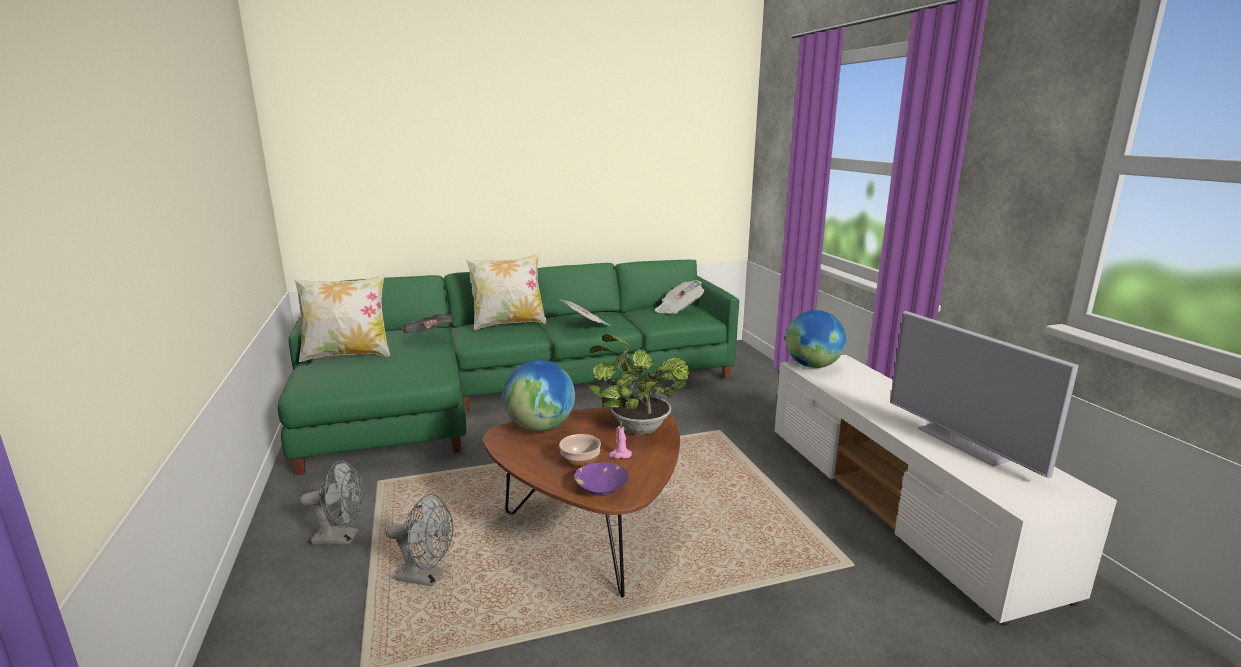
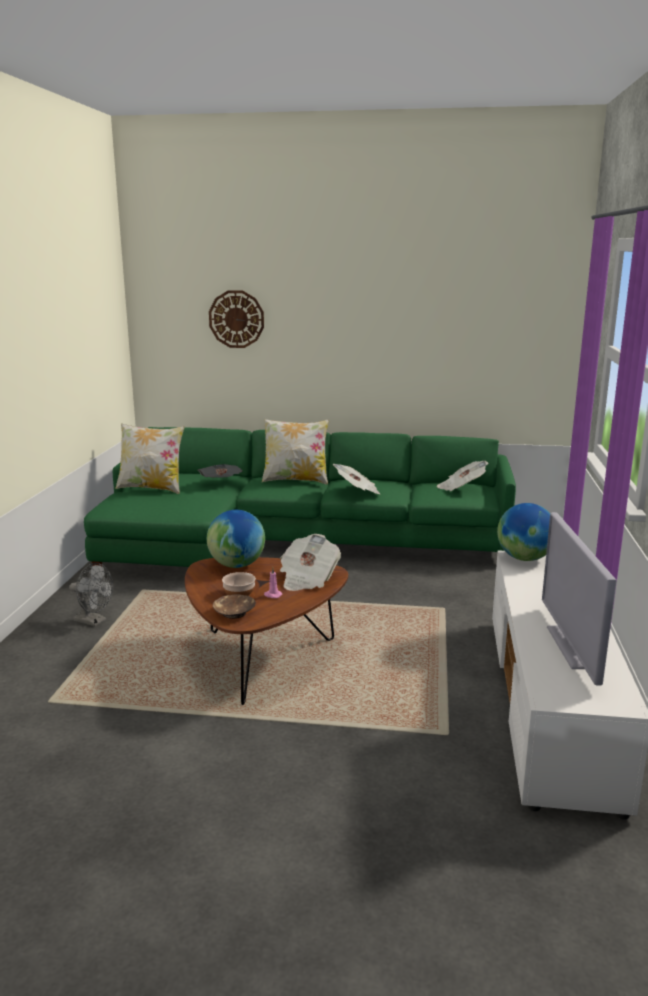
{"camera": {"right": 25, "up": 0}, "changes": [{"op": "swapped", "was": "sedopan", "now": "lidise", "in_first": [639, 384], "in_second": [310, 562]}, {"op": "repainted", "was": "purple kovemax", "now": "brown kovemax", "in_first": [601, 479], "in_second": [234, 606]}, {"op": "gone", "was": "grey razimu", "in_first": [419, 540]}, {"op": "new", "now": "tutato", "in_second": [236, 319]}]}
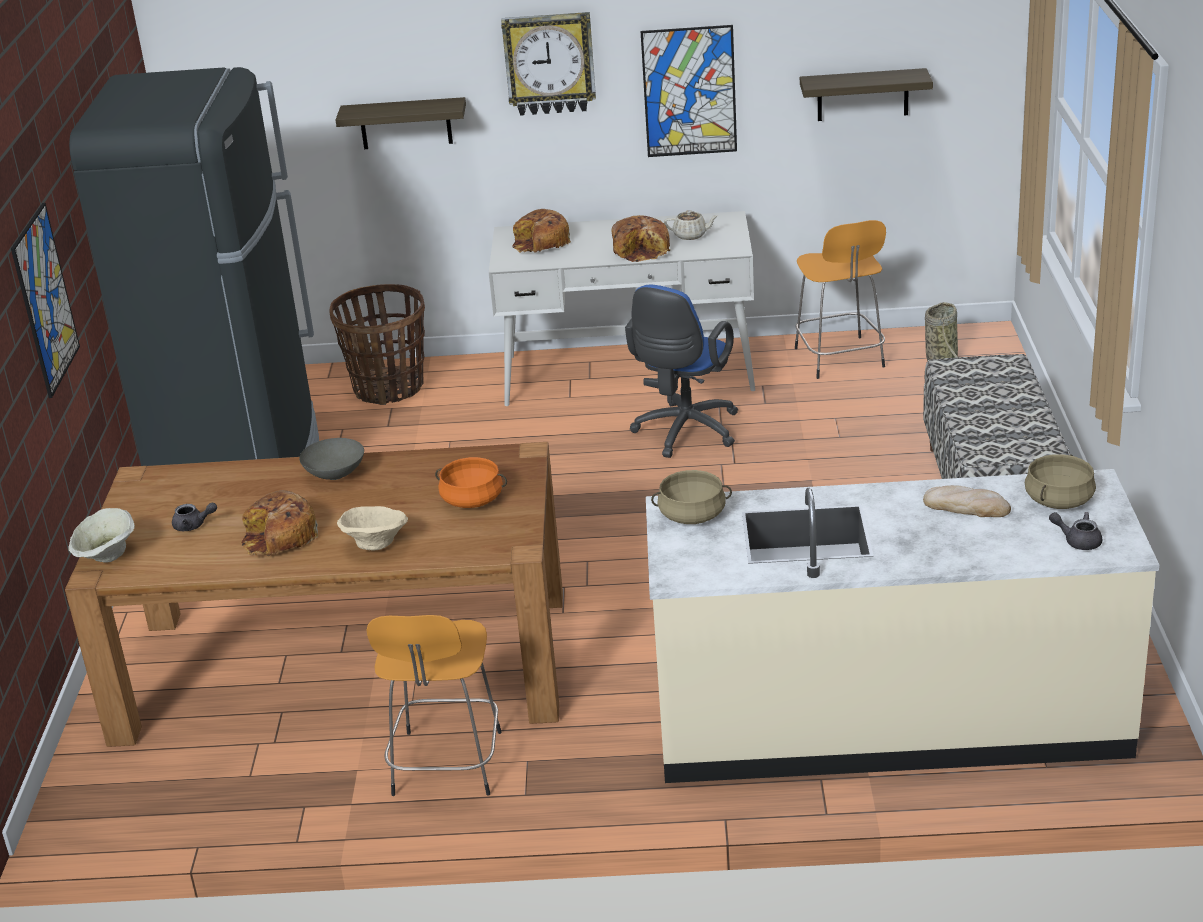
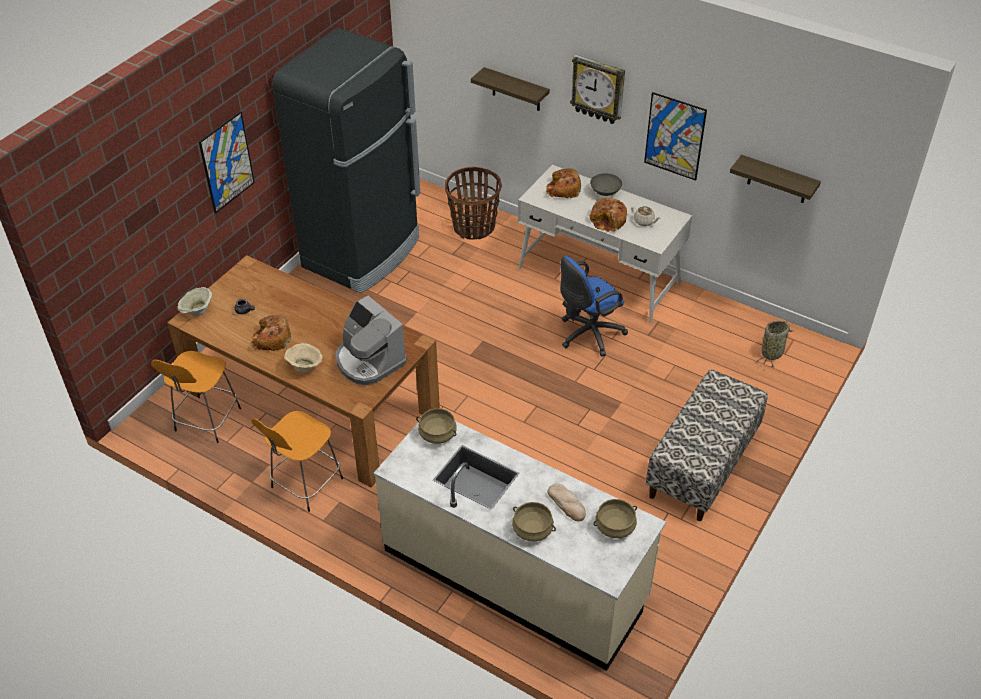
{"camera": {"right": 30, "up": 15}, "changes": [{"op": "shifted", "was": "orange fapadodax", "in_first": [840, 299], "in_second": [196, 397]}, {"op": "shifted", "was": "grey kovemax", "in_first": [331, 459], "in_second": [606, 184]}, {"op": "swapped", "was": "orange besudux", "now": "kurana", "in_first": [471, 482], "in_second": [371, 340]}, {"op": "gone", "was": "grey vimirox", "in_first": [1075, 531]}, {"op": "new", "now": "beige besudux", "in_second": [534, 522]}]}
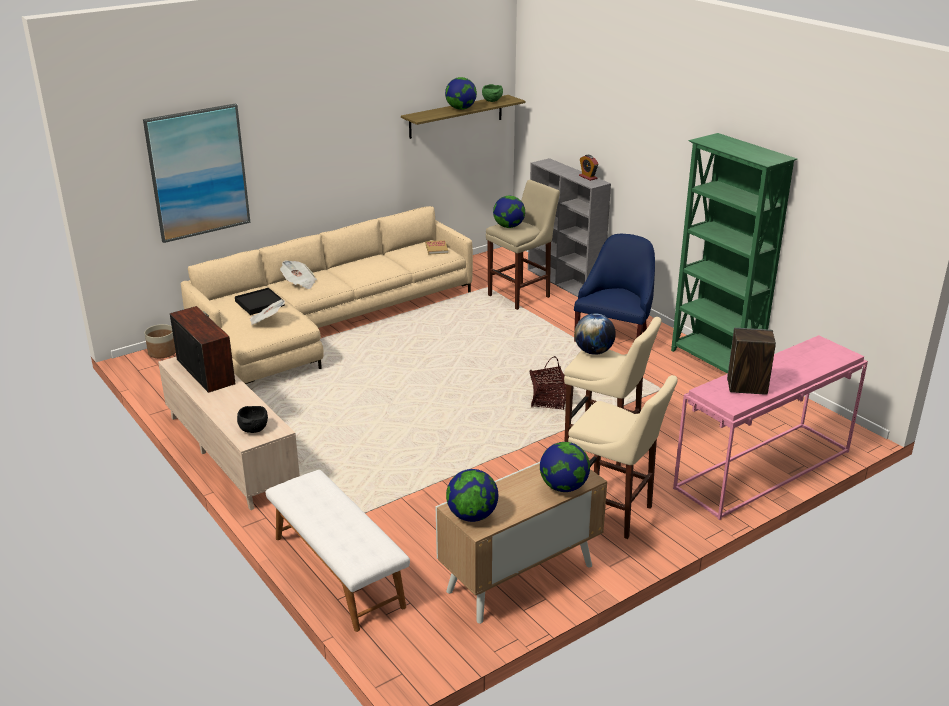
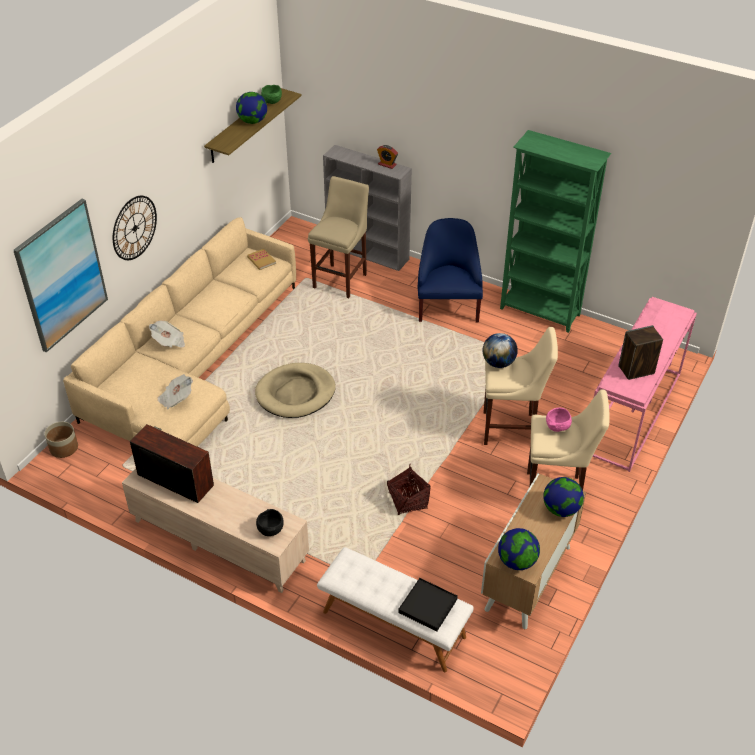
{"camera": {"right": -25, "up": 15}, "changes": [{"op": "gone", "was": "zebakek", "in_first": [509, 212]}, {"op": "shifted", "was": "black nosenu", "in_first": [260, 301], "in_second": [428, 605]}, {"op": "shifted", "was": "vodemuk", "in_first": [548, 383], "in_second": [408, 489]}, {"op": "new", "now": "tutato", "in_second": [135, 228]}, {"op": "new", "now": "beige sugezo", "in_second": [295, 390]}, {"op": "new", "now": "pink kovemax", "in_second": [559, 419]}]}
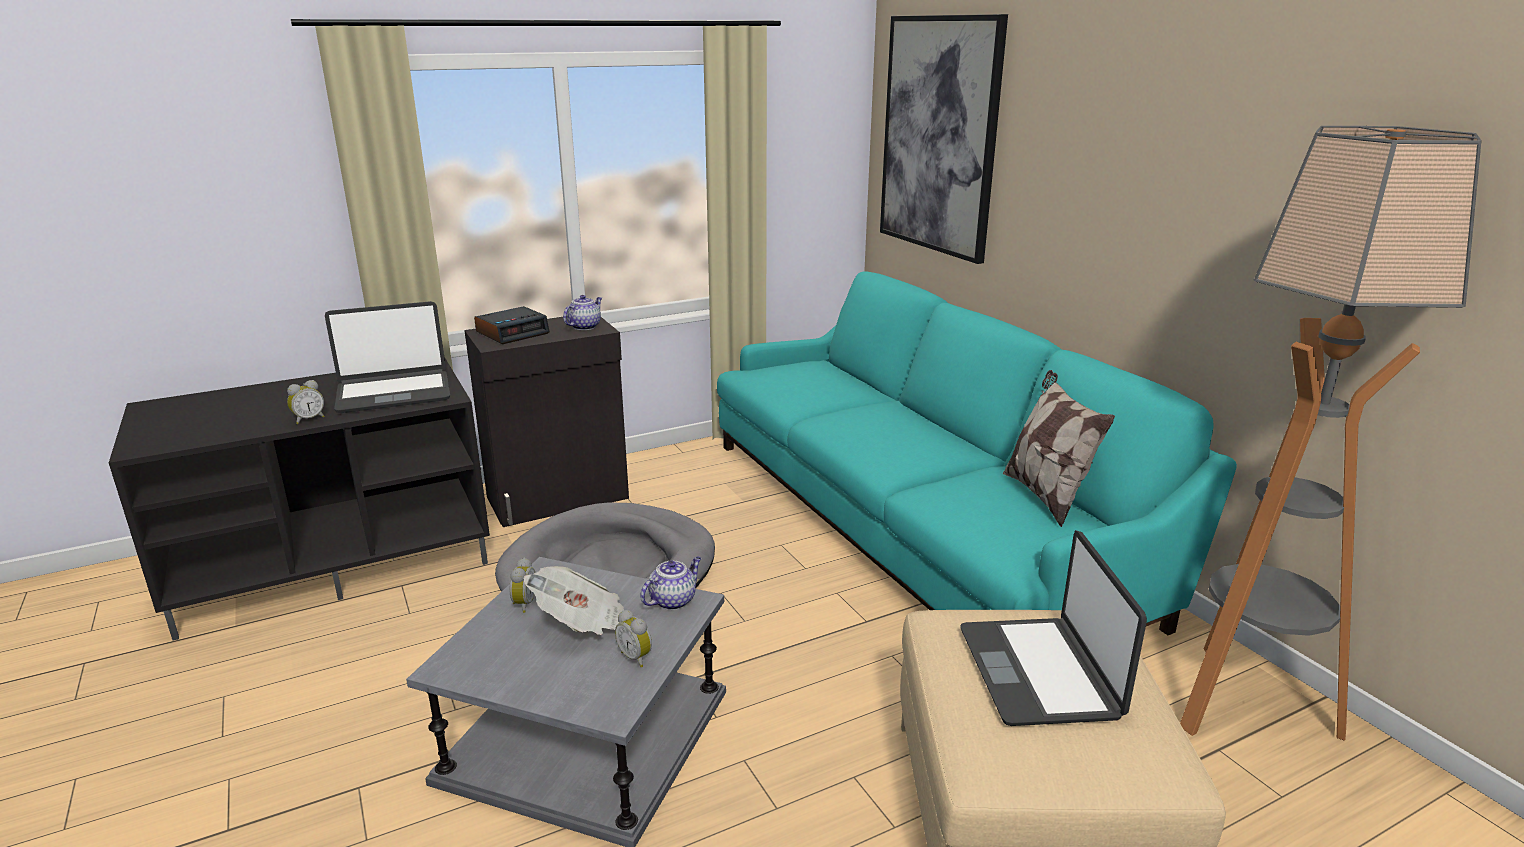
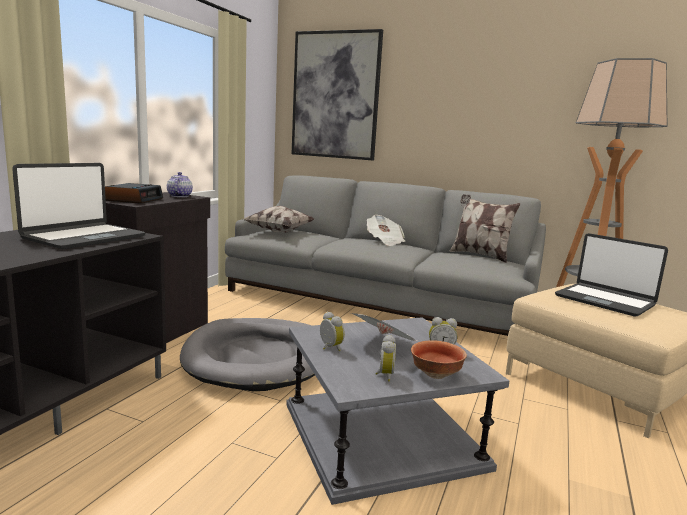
{"camera": {"right": -40, "up": -10}, "changes": [{"op": "repainted", "was": "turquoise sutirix", "now": "grey sutirix", "in_first": [977, 453], "in_second": [385, 256]}, {"op": "shifted", "was": "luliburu", "in_first": [306, 402], "in_second": [386, 358]}, {"op": "gone", "was": "vimirox", "in_first": [670, 583]}, {"op": "new", "now": "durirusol", "in_second": [278, 219]}, {"op": "new", "now": "lidise", "in_second": [386, 230]}, {"op": "new", "now": "kovemax", "in_second": [439, 359]}]}
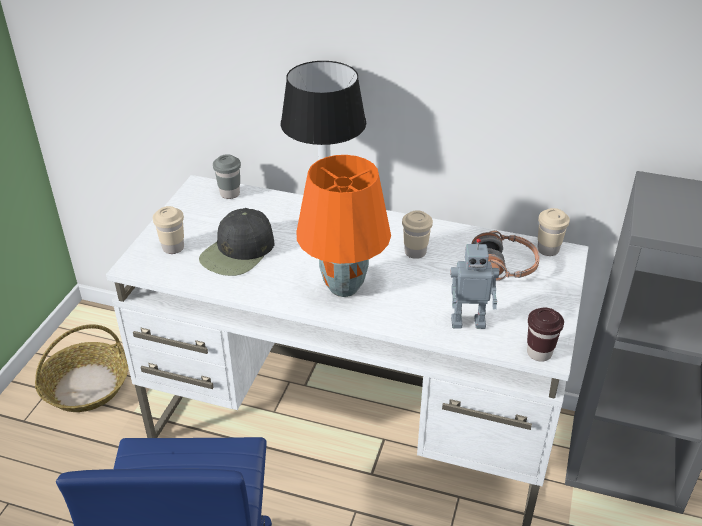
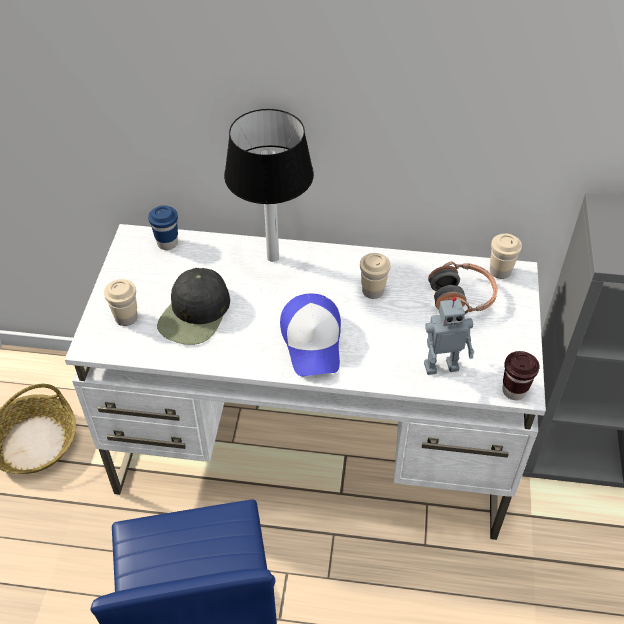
{"camera": {"right": -10, "up": 10}, "changes": [{"op": "repainted", "was": "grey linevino", "now": "blue linevino", "in_first": [227, 176], "in_second": [163, 227]}, {"op": "swapped", "was": "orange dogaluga", "now": "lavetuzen", "in_first": [343, 226], "in_second": [310, 335]}]}
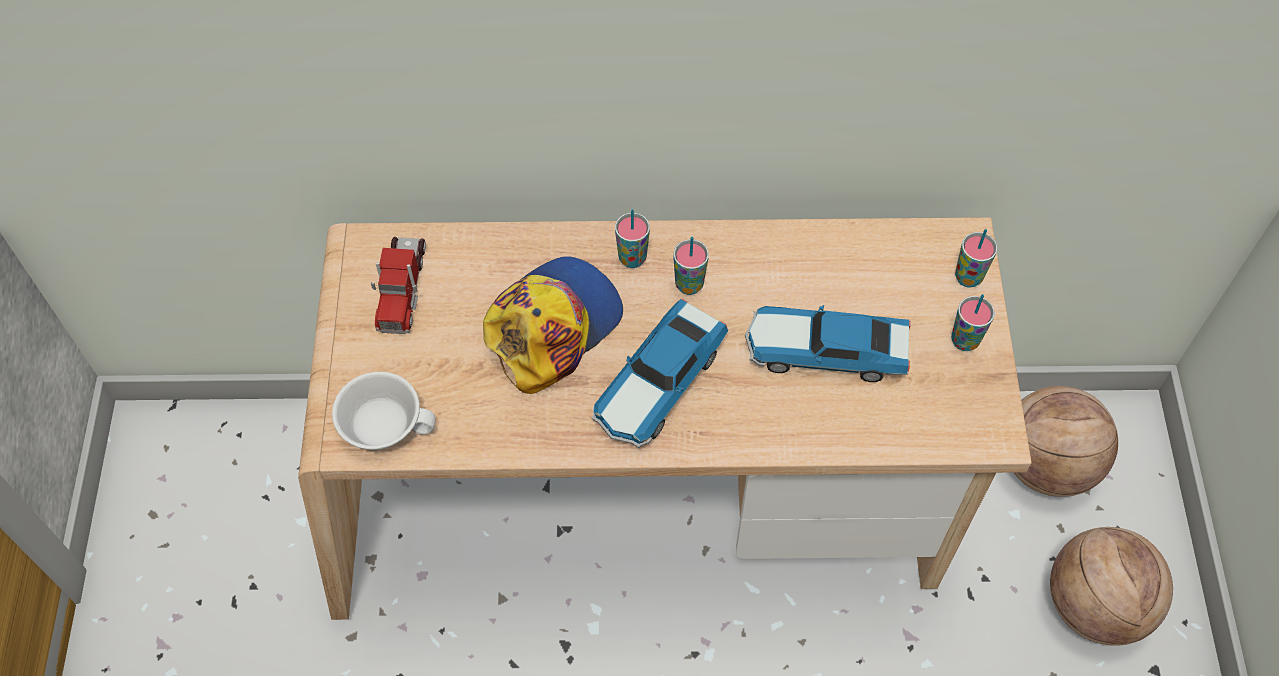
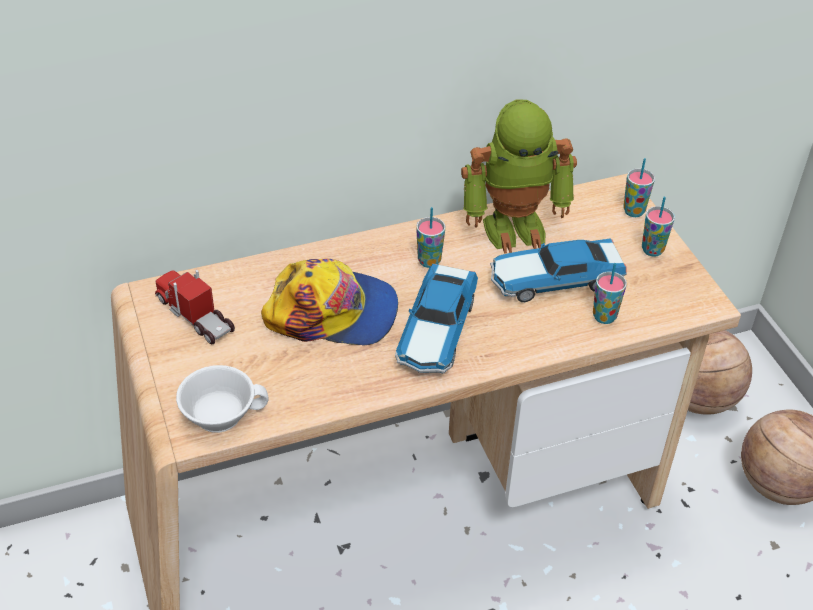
{"camera": {"right": -20, "up": -15}, "changes": [{"op": "shifted", "was": "linevino", "in_first": [632, 238], "in_second": [610, 293]}, {"op": "rotated", "was": "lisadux", "in_first": [398, 285], "in_second": [195, 307], "clockwise": 150}, {"op": "rotated", "was": "lavetuzen", "in_first": [553, 325], "in_second": [329, 302], "clockwise": 75}, {"op": "new", "now": "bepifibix", "in_second": [519, 177]}]}
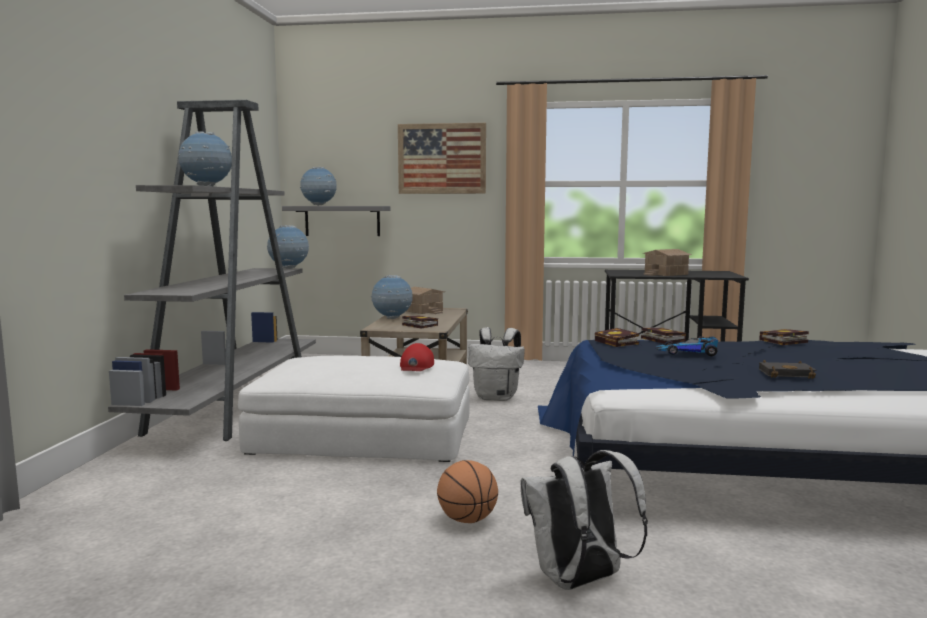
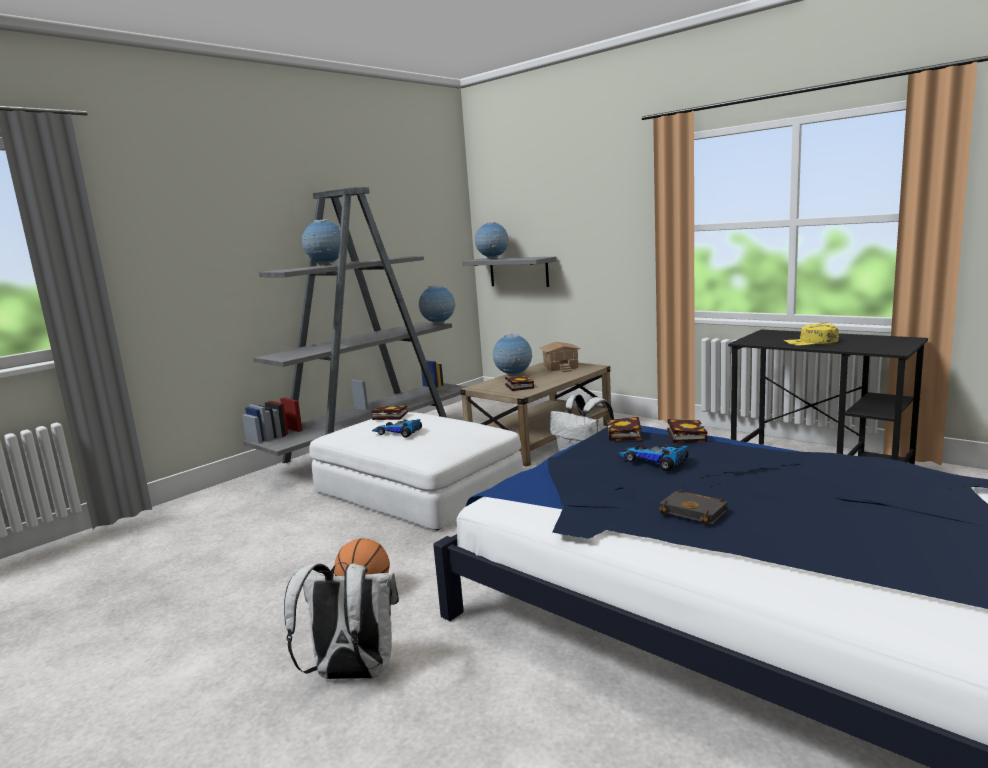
{"camera": {"right": 35, "up": 5}, "changes": [{"op": "gone", "was": "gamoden", "in_first": [442, 158]}, {"op": "swapped", "was": "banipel", "now": "yellow lavetuzen", "in_first": [666, 262], "in_second": [811, 334]}, {"op": "shifted", "was": "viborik", "in_first": [784, 337], "in_second": [389, 413]}, {"op": "gone", "was": "red lavetuzen", "in_first": [417, 357]}, {"op": "new", "now": "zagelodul", "in_second": [397, 428]}]}
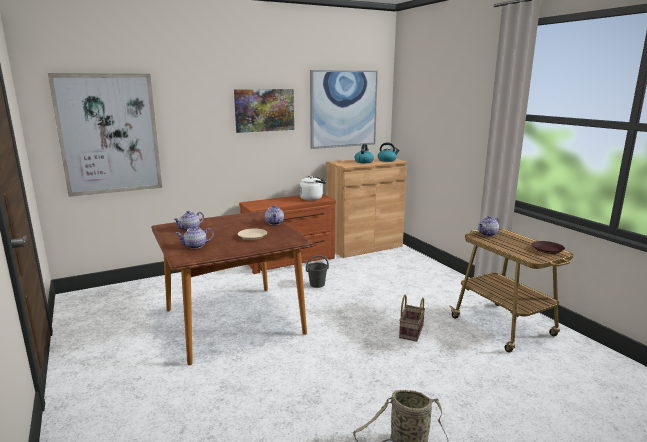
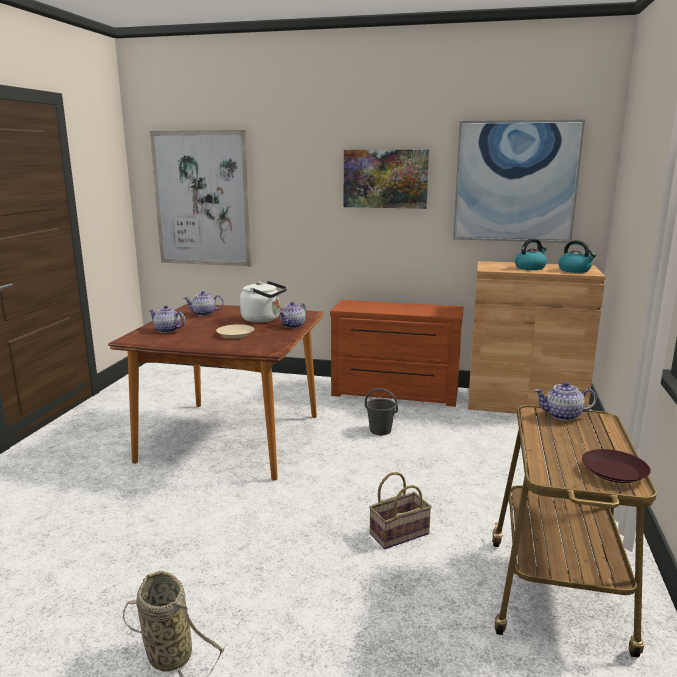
{"camera": {"right": 40, "up": 0}, "changes": [{"op": "shifted", "was": "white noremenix", "in_first": [312, 188], "in_second": [263, 302]}]}
